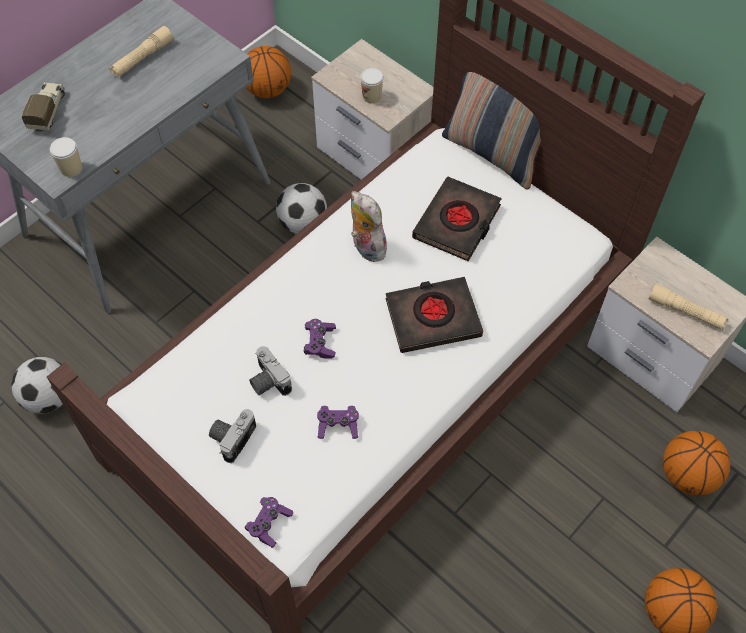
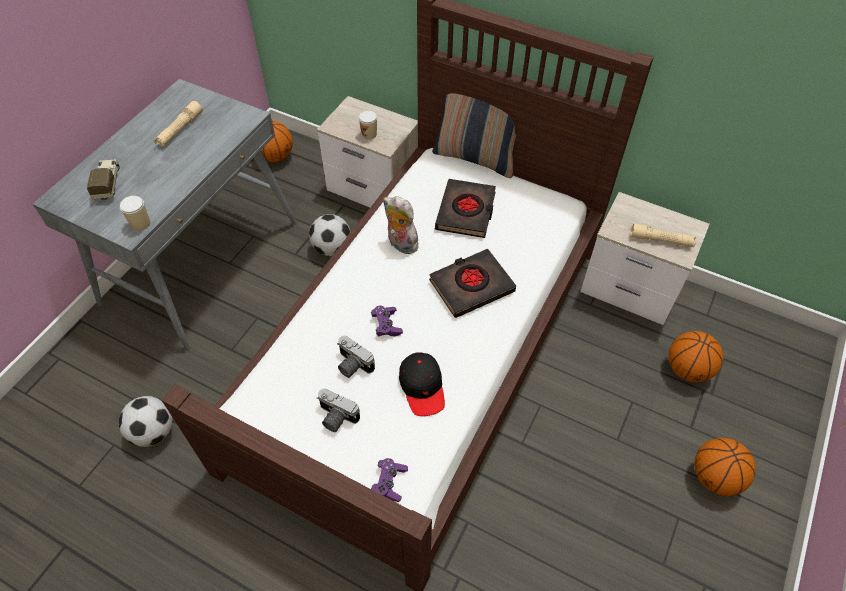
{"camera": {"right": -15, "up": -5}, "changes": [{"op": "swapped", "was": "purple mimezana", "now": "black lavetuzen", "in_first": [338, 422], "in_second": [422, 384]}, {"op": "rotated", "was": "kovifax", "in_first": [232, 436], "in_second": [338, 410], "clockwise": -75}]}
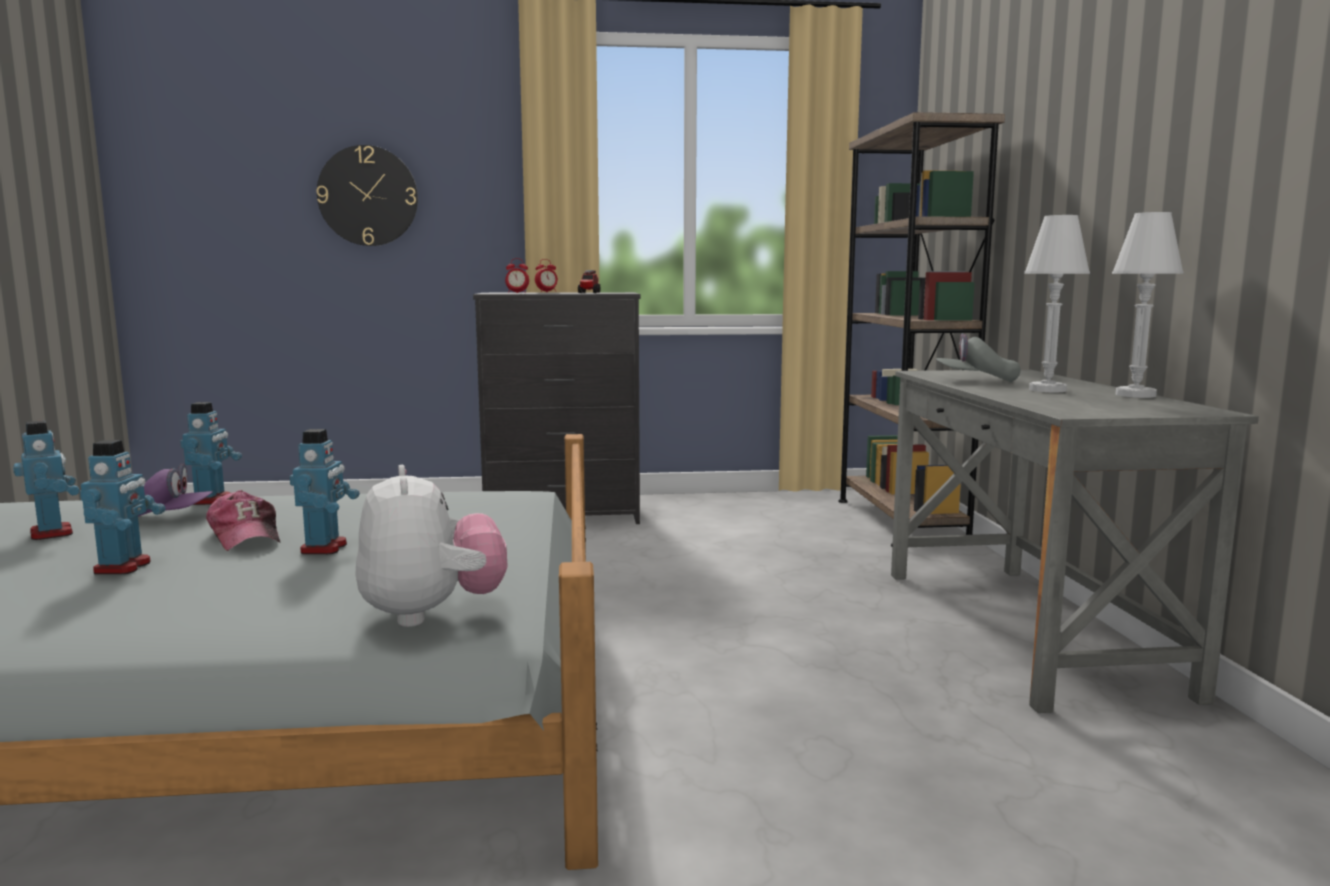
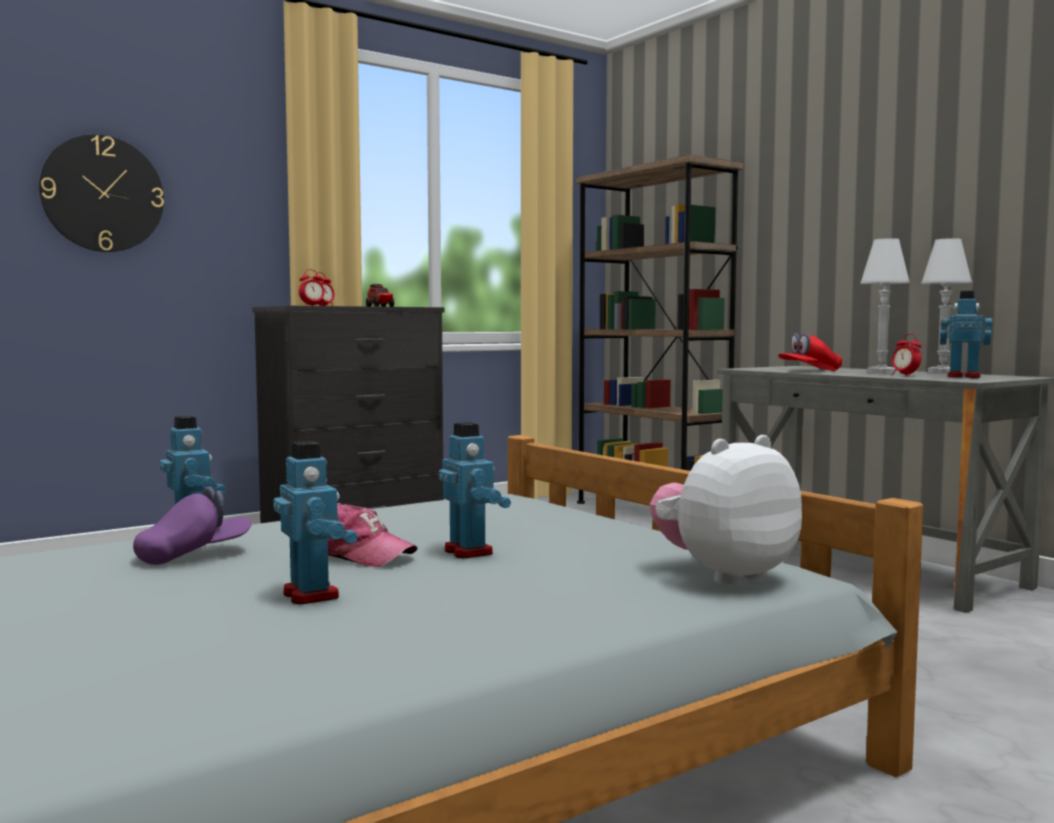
{"camera": {"right": -30, "up": -5}, "changes": [{"op": "repainted", "was": "grey lavetuzen", "now": "red lavetuzen", "in_first": [978, 357], "in_second": [810, 352]}, {"op": "shifted", "was": "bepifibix", "in_first": [46, 480], "in_second": [966, 334]}, {"op": "rotated", "was": "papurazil", "in_first": [431, 546], "in_second": [725, 510], "clockwise": -75}, {"op": "new", "now": "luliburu", "in_second": [907, 355]}]}
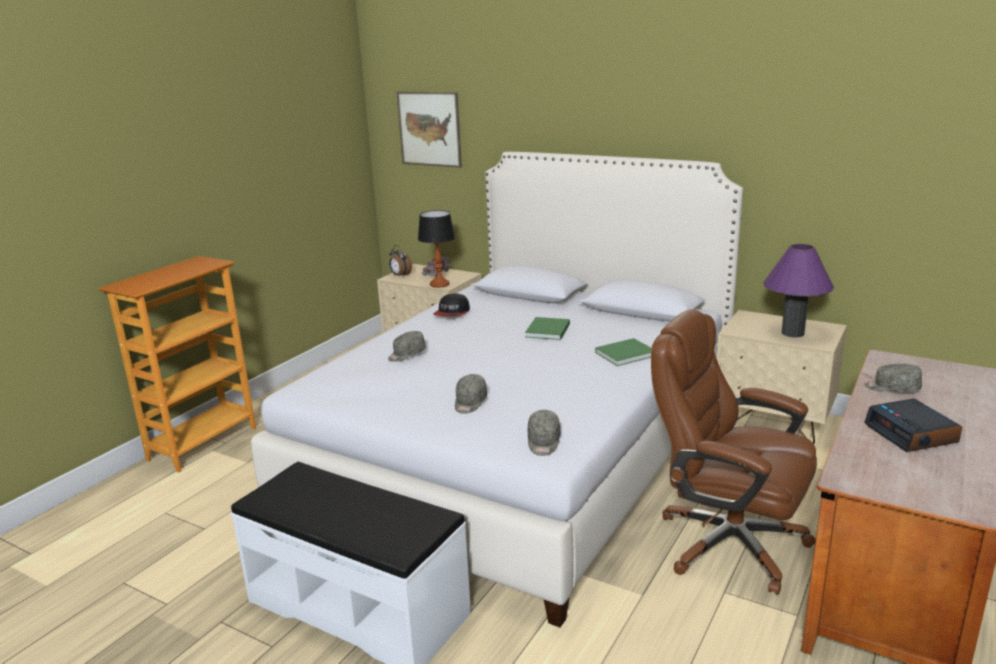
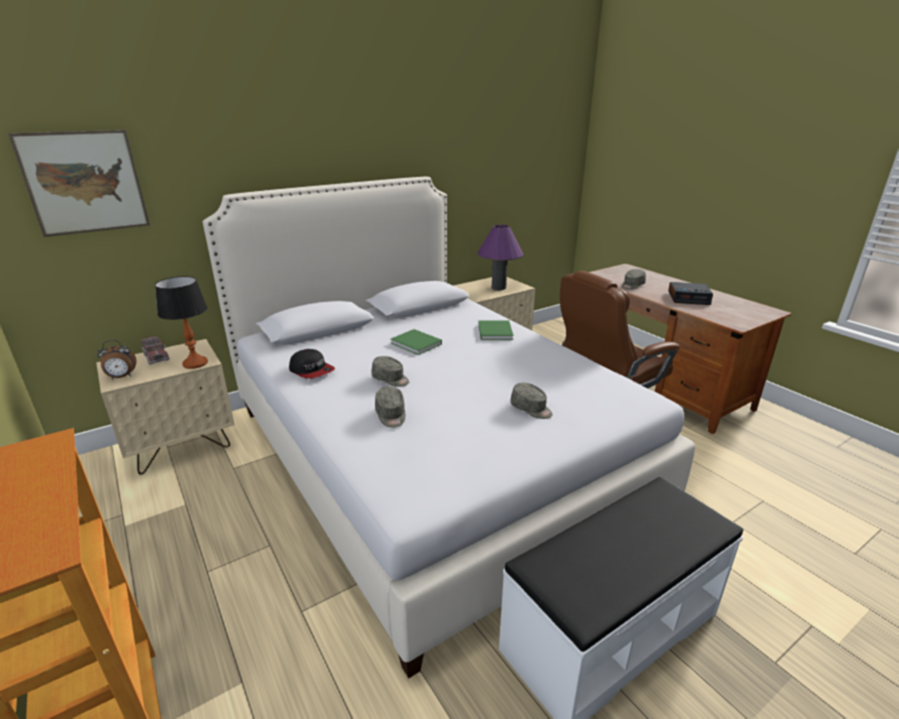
{"camera": {"right": -65, "up": 5}, "changes": [{"op": "shifted", "was": "grey lavetuzen", "in_first": [543, 433], "in_second": [390, 371]}]}
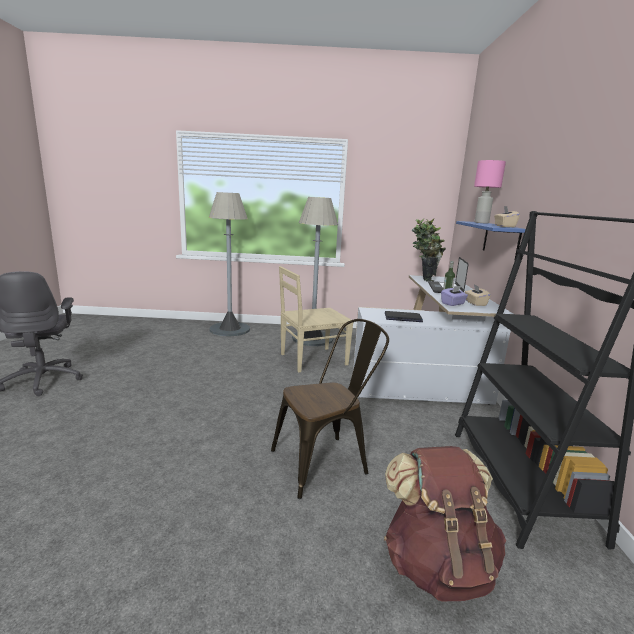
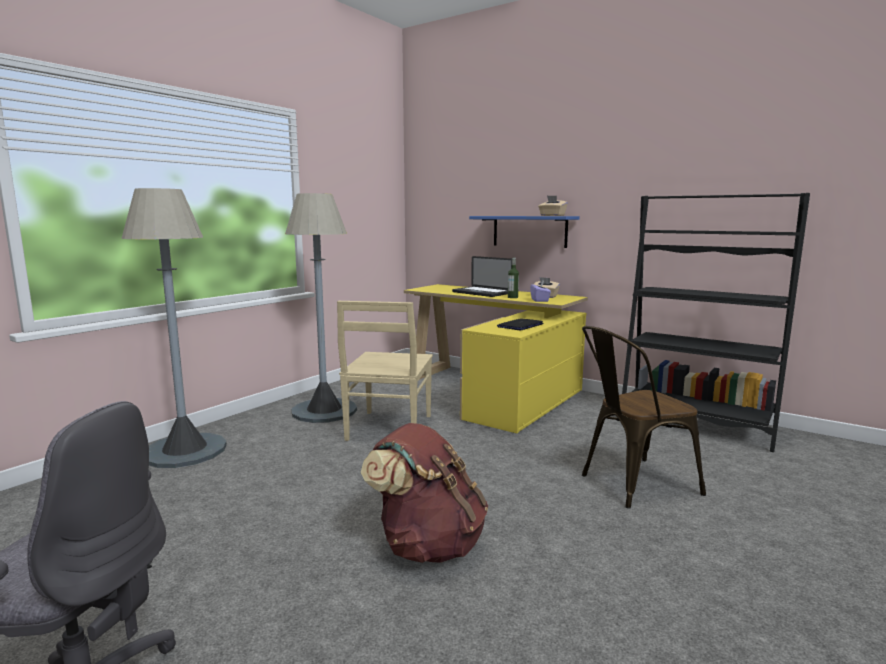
{"camera": {"right": -55, "up": -5}, "changes": [{"op": "gone", "was": "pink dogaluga", "in_first": [490, 192]}, {"op": "gone", "was": "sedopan", "in_first": [428, 250]}, {"op": "repainted", "was": "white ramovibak", "now": "yellow ramovibak", "in_first": [433, 340], "in_second": [496, 358]}, {"op": "rotated", "was": "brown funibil", "in_first": [330, 409], "in_second": [644, 417], "clockwise": -120}, {"op": "shifted", "was": "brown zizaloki", "in_first": [445, 523], "in_second": [424, 493]}]}
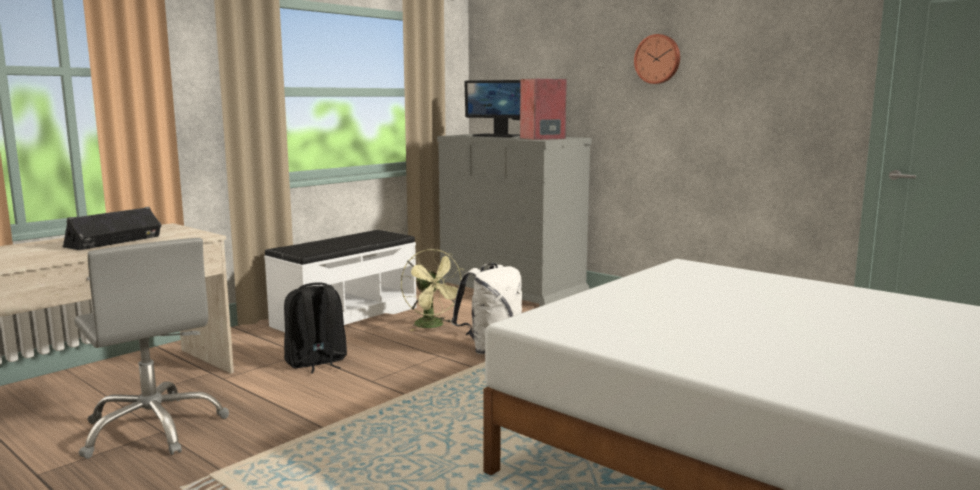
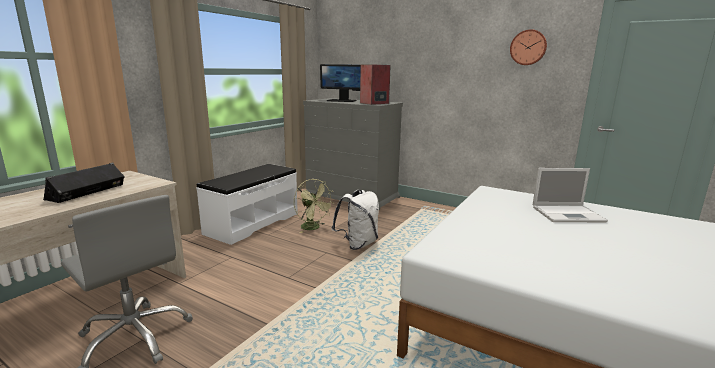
{"camera": {"right": -10, "up": 5}, "changes": [{"op": "shifted", "was": "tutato", "in_first": [657, 59], "in_second": [528, 47]}, {"op": "gone", "was": "black zizaloki", "in_first": [315, 328]}, {"op": "new", "now": "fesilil", "in_second": [570, 195]}]}
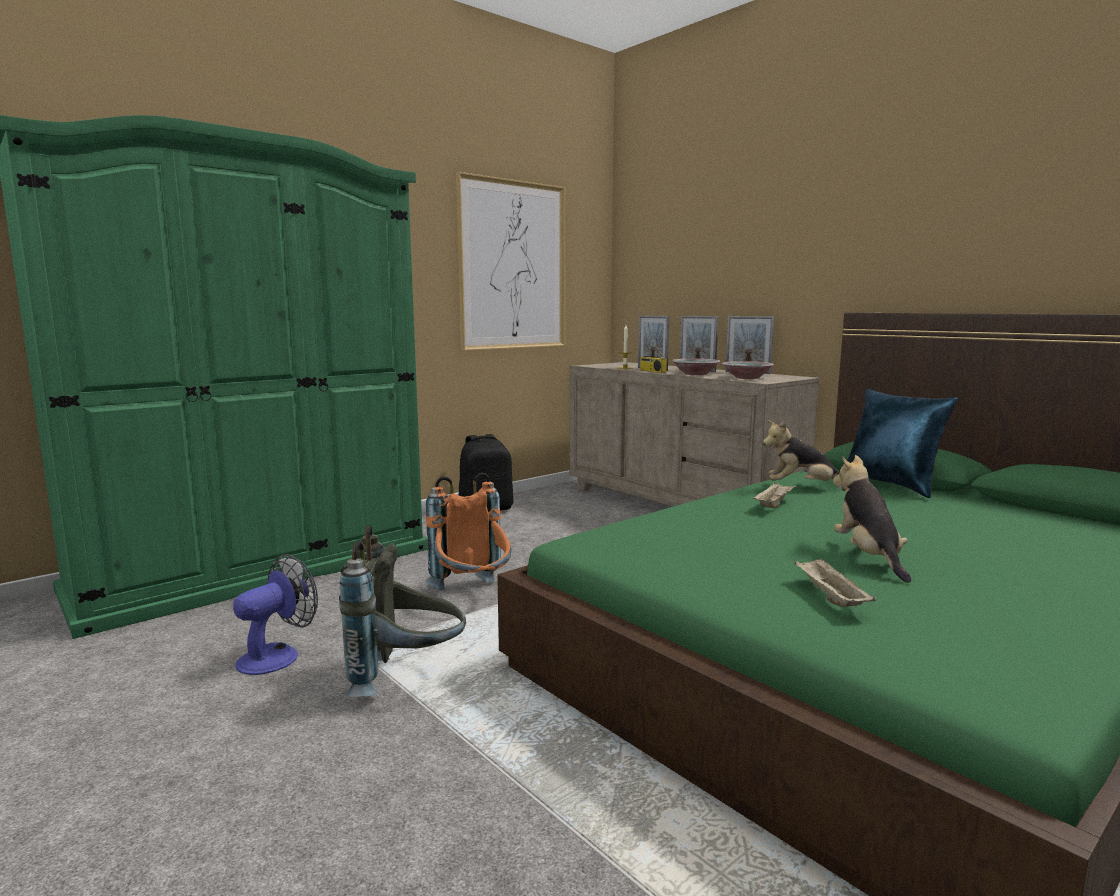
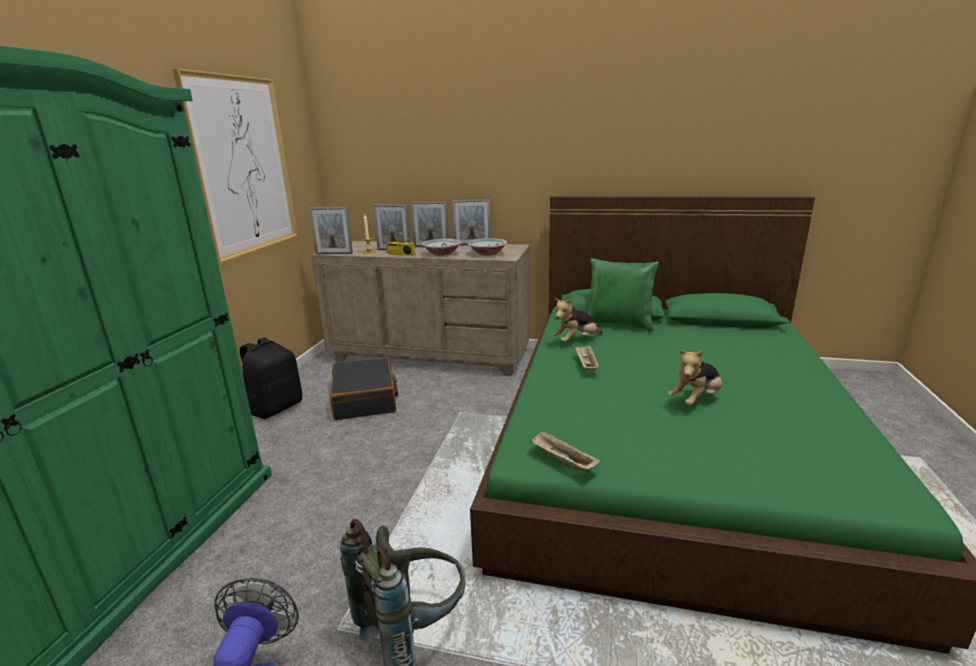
{"camera": {"right": -35, "up": 10}, "changes": [{"op": "repainted", "was": "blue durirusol", "now": "green durirusol", "in_first": [902, 443], "in_second": [622, 294]}, {"op": "rotated", "was": "papurazil", "in_first": [872, 519], "in_second": [695, 378], "clockwise": -90}, {"op": "gone", "was": "orange zizaloki", "in_first": [468, 531]}, {"op": "shifted", "was": "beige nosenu", "in_first": [835, 582], "in_second": [565, 450]}, {"op": "new", "now": "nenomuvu", "in_second": [331, 230]}, {"op": "new", "now": "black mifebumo", "in_second": [364, 388]}]}
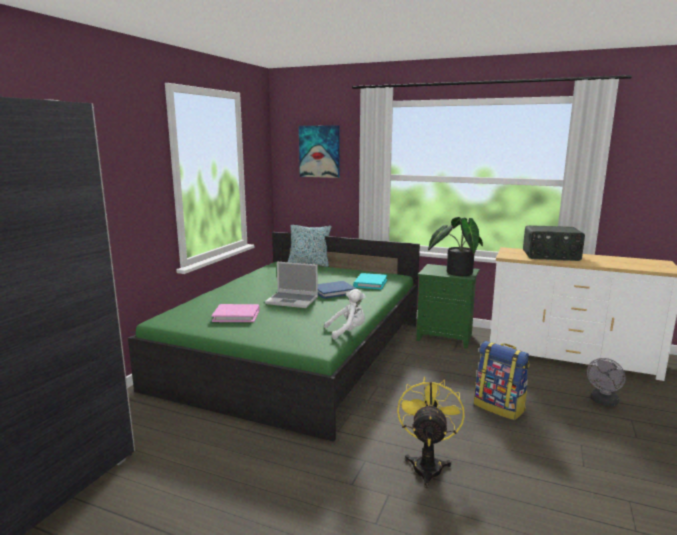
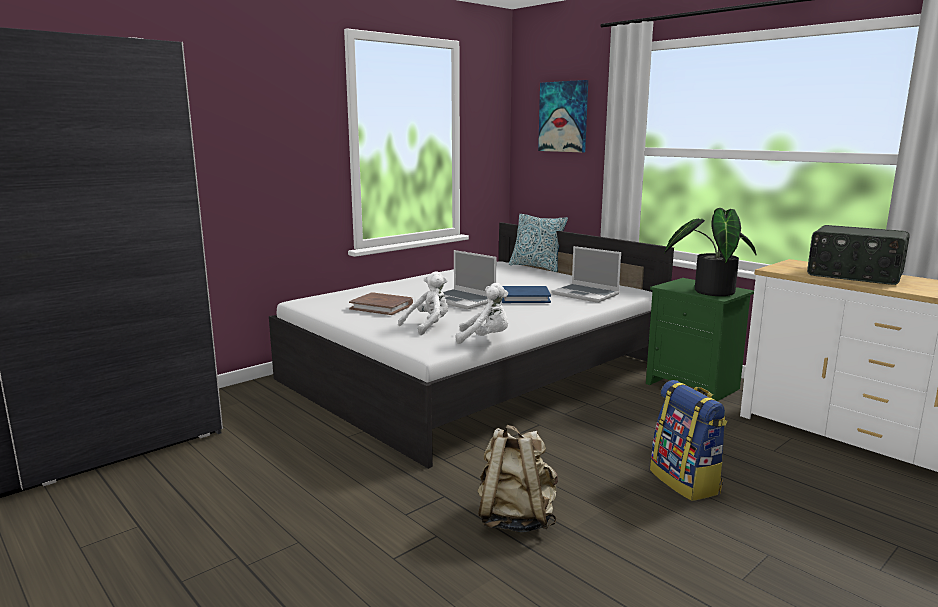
{"camera": {"right": 25, "up": 0}, "changes": [{"op": "repainted", "was": "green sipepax", "now": "white sipepax", "in_first": [274, 337], "in_second": [471, 345]}, {"op": "swapped", "was": "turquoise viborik", "now": "fesilil", "in_first": [370, 281], "in_second": [586, 274]}, {"op": "repainted", "was": "pink viborik", "now": "brown viborik", "in_first": [236, 313], "in_second": [381, 303]}, {"op": "gone", "was": "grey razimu", "in_first": [606, 382]}, {"op": "swapped", "was": "yellow razimu", "now": "beige zizaloki", "in_first": [431, 432], "in_second": [518, 478]}, {"op": "new", "now": "white papurazil", "in_second": [423, 303]}]}
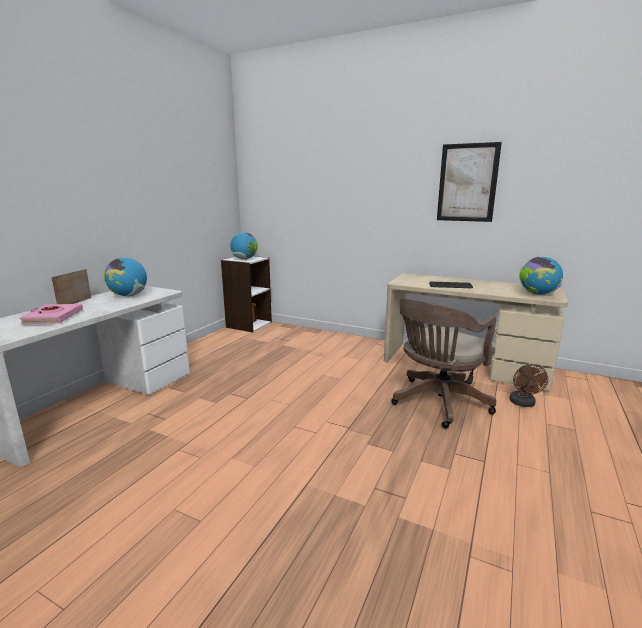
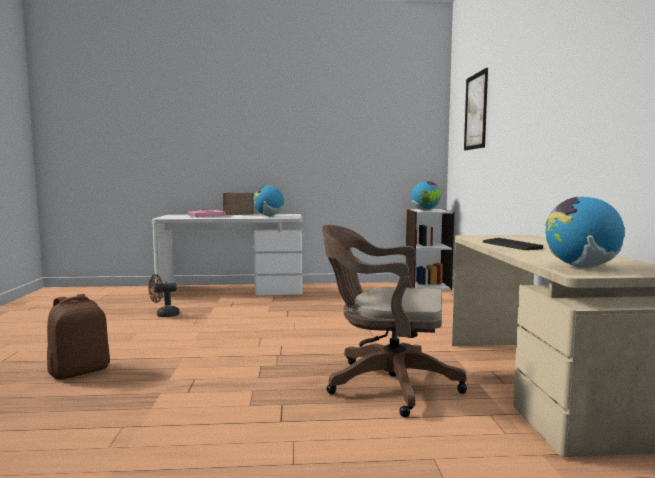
{"camera": {"right": 60, "up": -10}, "changes": [{"op": "shifted", "was": "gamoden", "in_first": [469, 182], "in_second": [476, 109]}, {"op": "shifted", "was": "brown razimu", "in_first": [528, 385], "in_second": [163, 295]}, {"op": "new", "now": "brown zizaloki", "in_second": [78, 337]}]}
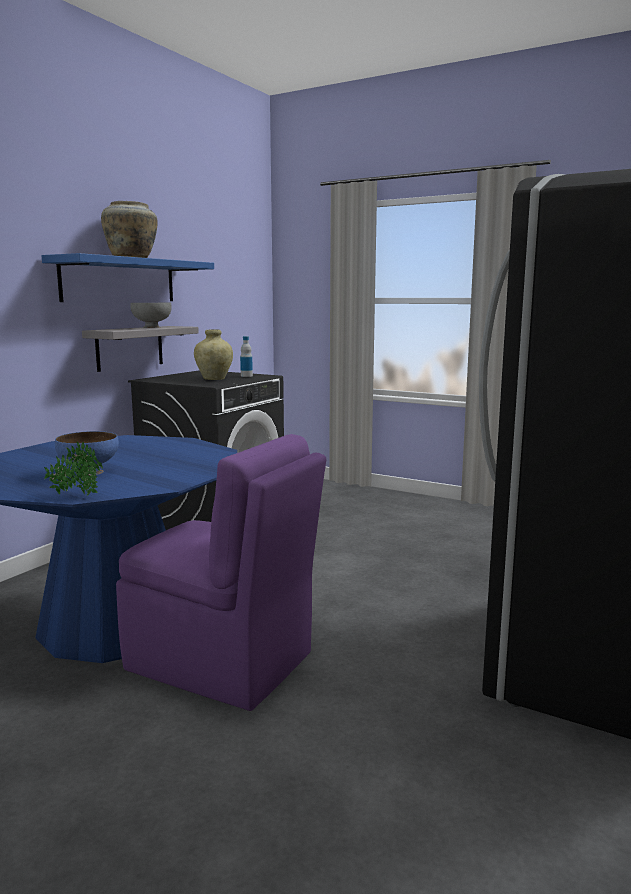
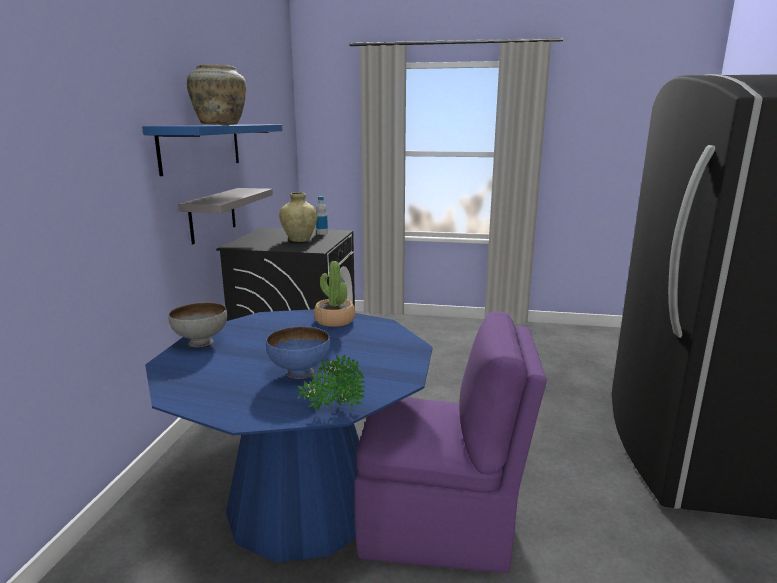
{"camera": {"right": -20, "up": 5}, "changes": [{"op": "shifted", "was": "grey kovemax", "in_first": [151, 315], "in_second": [197, 324]}, {"op": "new", "now": "sedopan", "in_second": [334, 294]}]}
